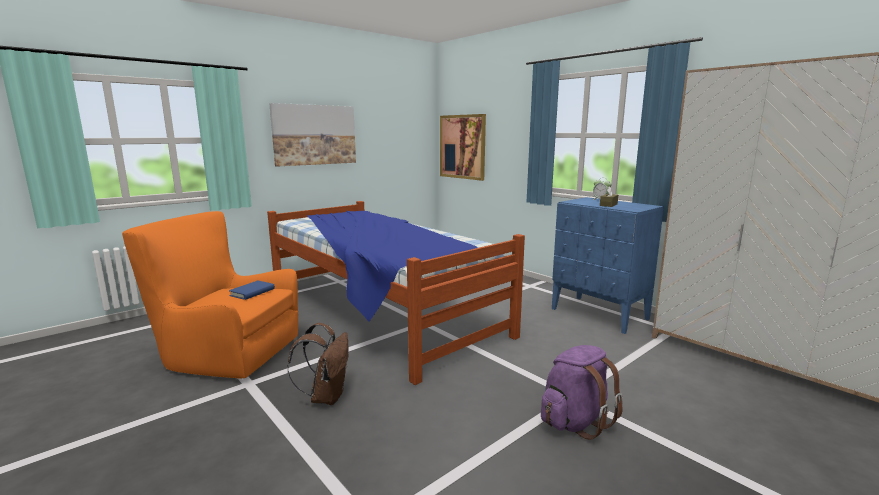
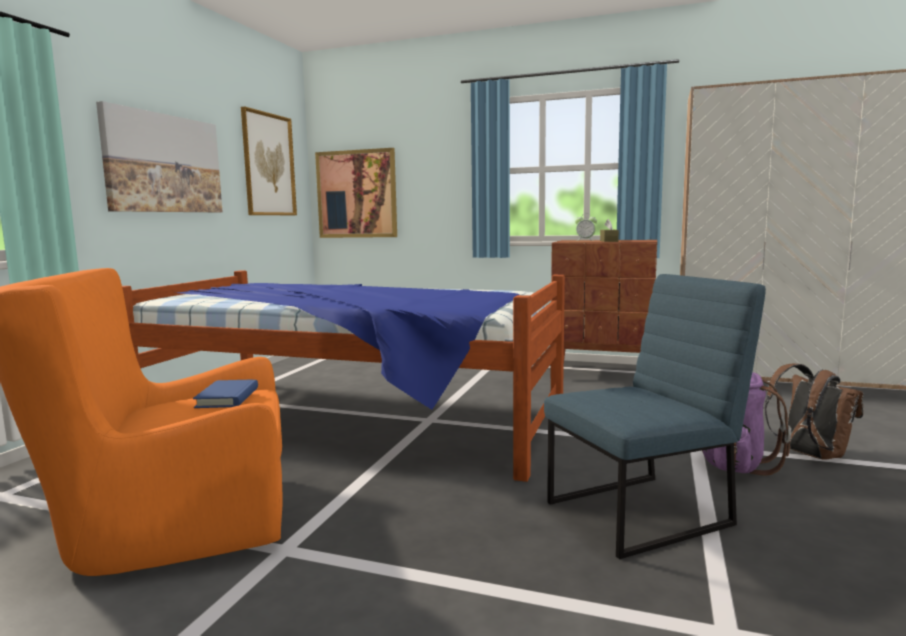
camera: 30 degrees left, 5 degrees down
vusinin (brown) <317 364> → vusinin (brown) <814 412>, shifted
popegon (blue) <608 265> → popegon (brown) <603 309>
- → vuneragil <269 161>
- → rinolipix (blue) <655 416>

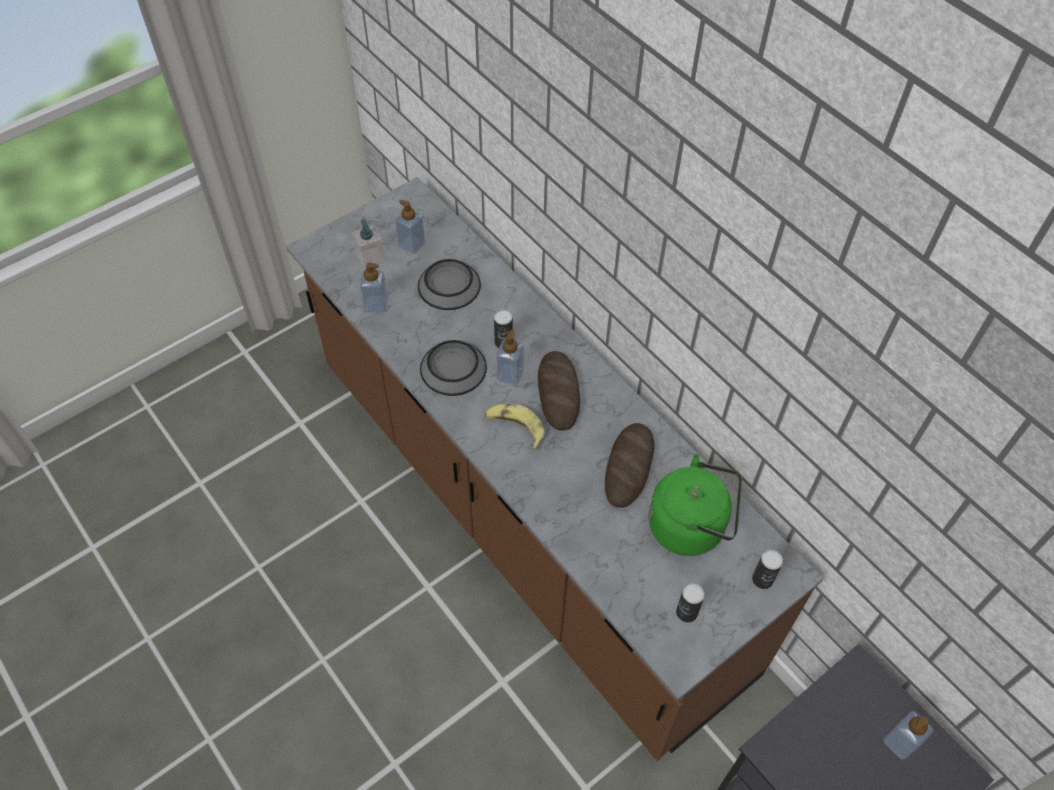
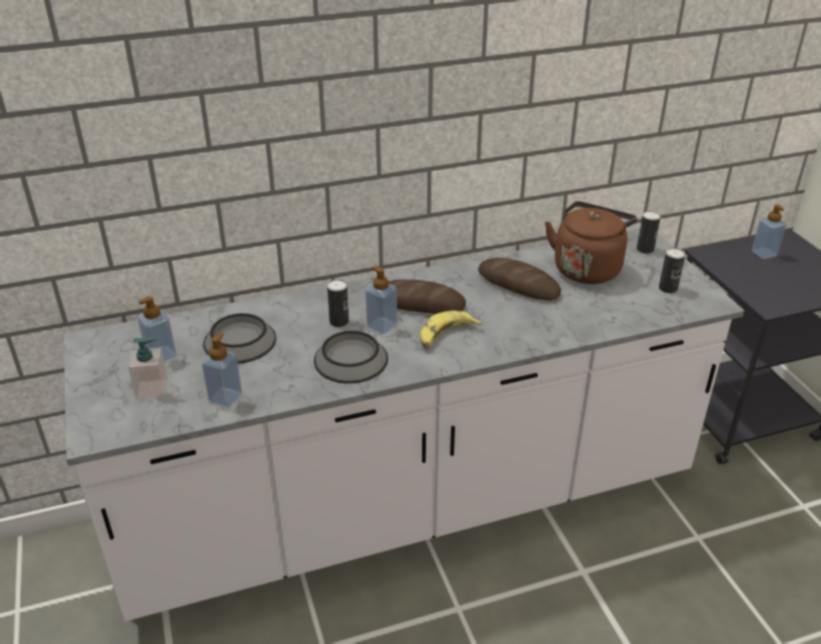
camera: 70 degrees left, 20 degrees down
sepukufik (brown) <555 469> → sepukufik (white) <404 424>
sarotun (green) <695 505> → sarotun (brown) <591 242>

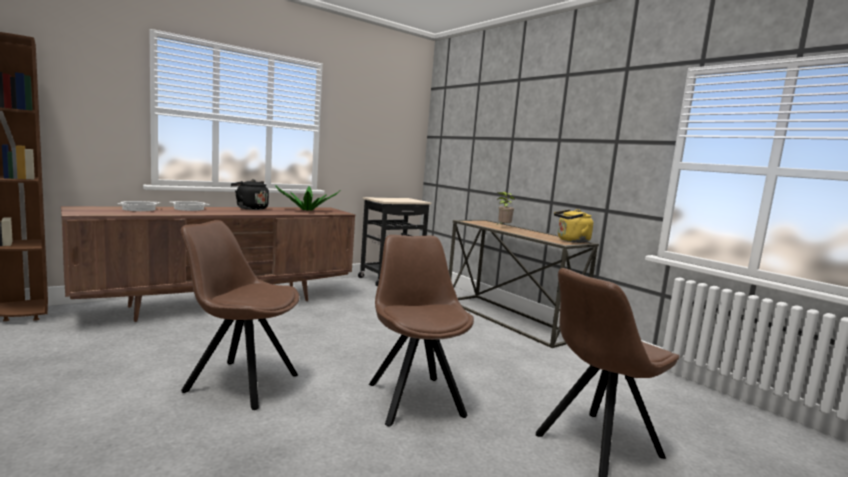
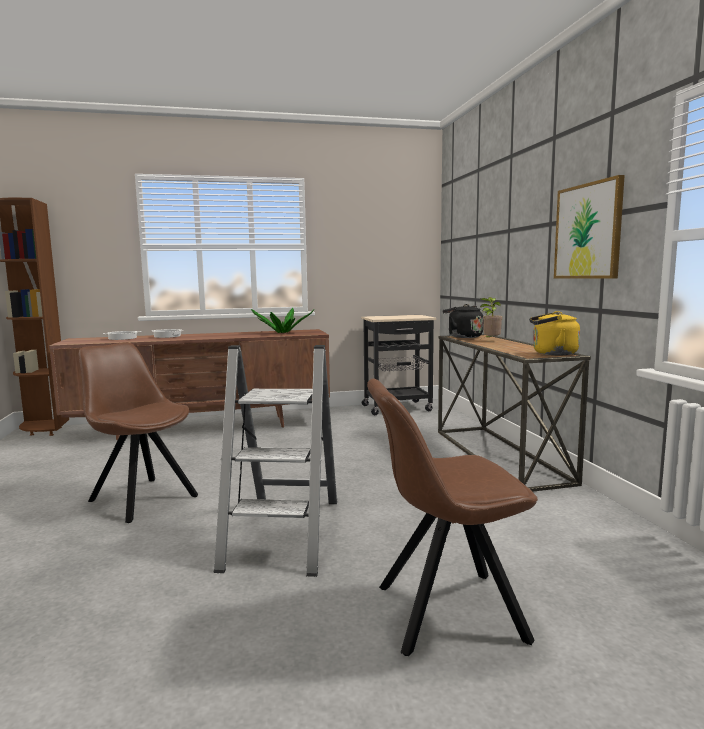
camera: 25 degrees right, 0 degrees up
sarotun (black) <250 194> → sarotun (black) <462 321>, shifted
rinolipix (brown) <421 331> → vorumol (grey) <275 461>
- → vuneragil <589 227>

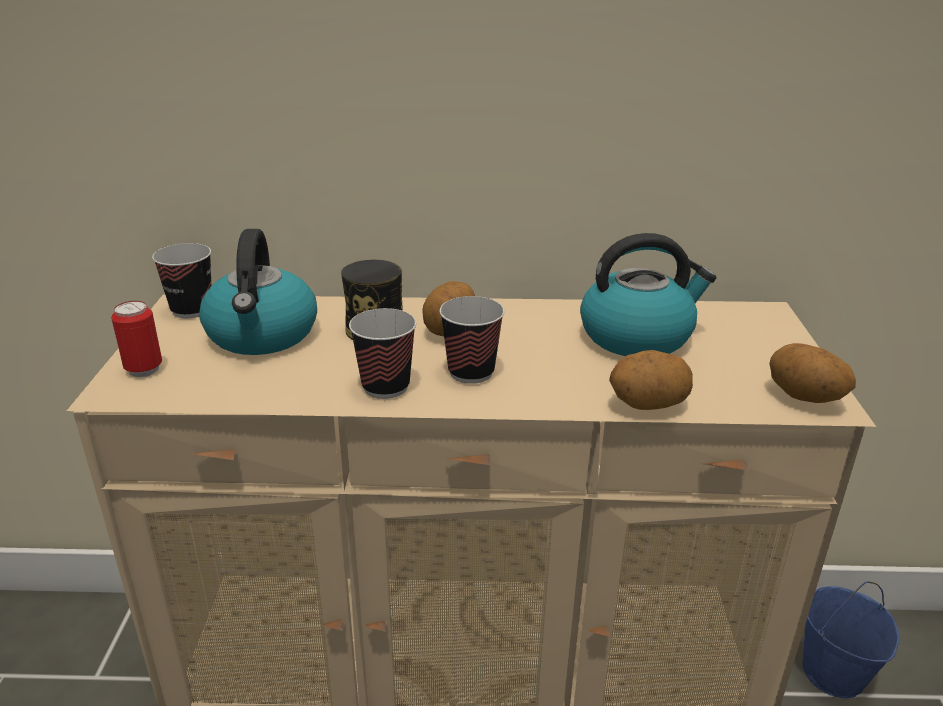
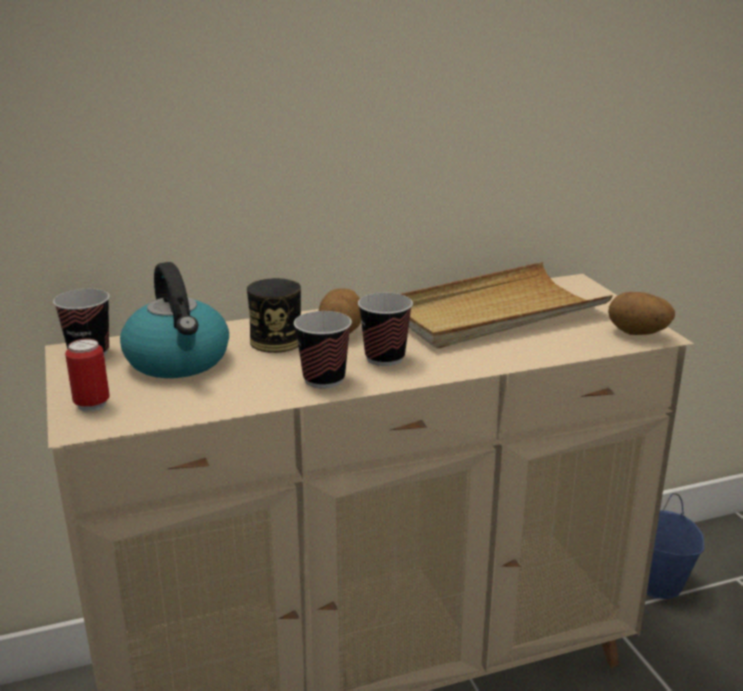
camera: 20 degrees left, 5 degrees down
sarotun <648 294> → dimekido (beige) <507 305>
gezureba <651 380> → -

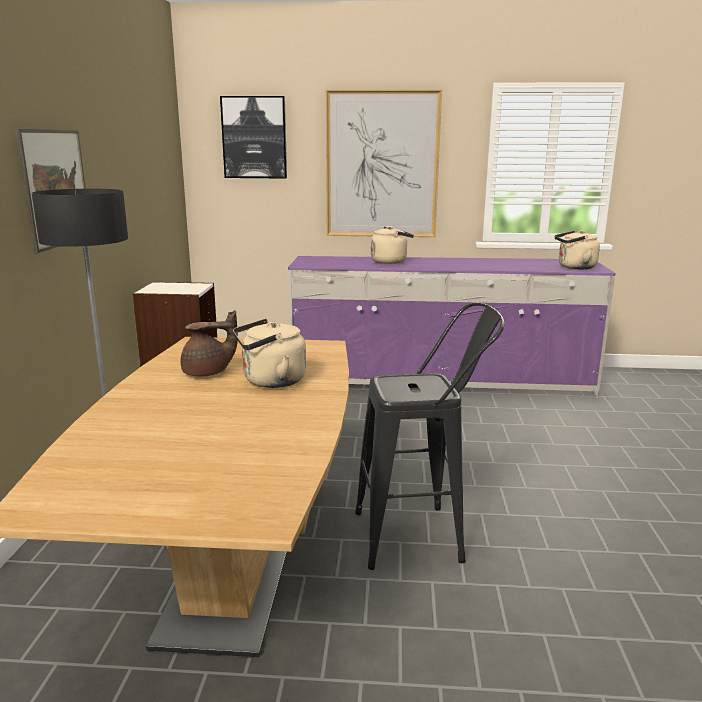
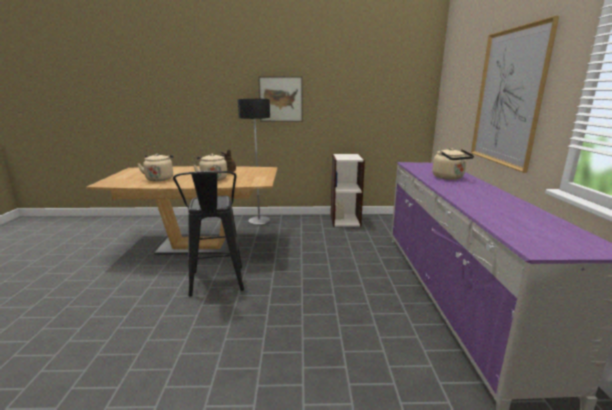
camera: 85 degrees right, 0 degrees up
vuneragil <253 137> → -
sarotun (beige) <577 249> → sarotun (beige) <155 167>, shifted

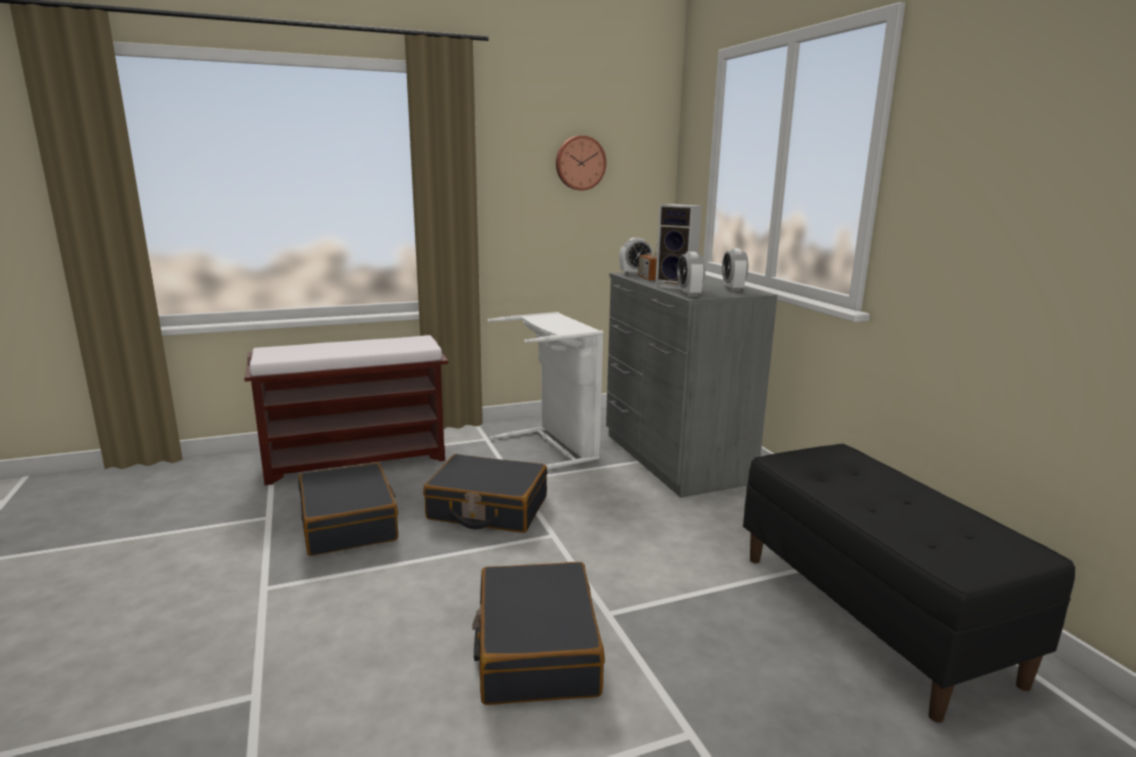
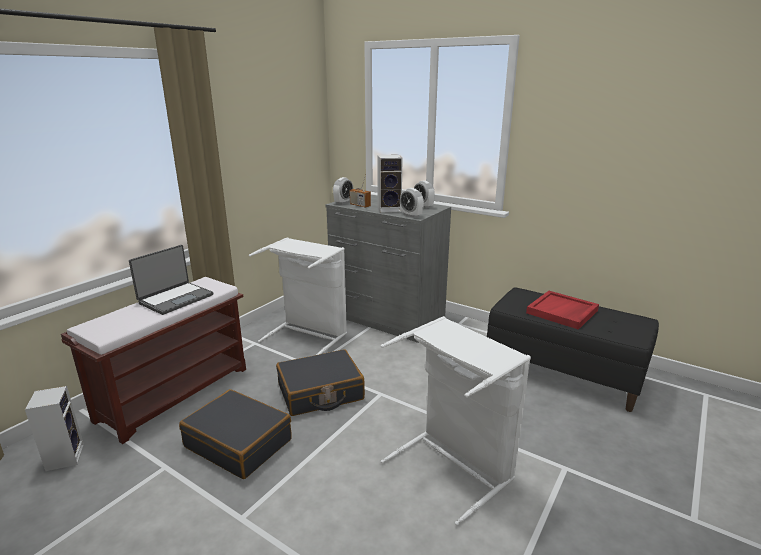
camera: 35 degrees left, 5 degrees up
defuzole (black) <538 633> → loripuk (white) <456 420>
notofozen <581 163> → -
- → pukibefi <54 428>
- → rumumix <171 280>
- → dimekido (red) <562 310>

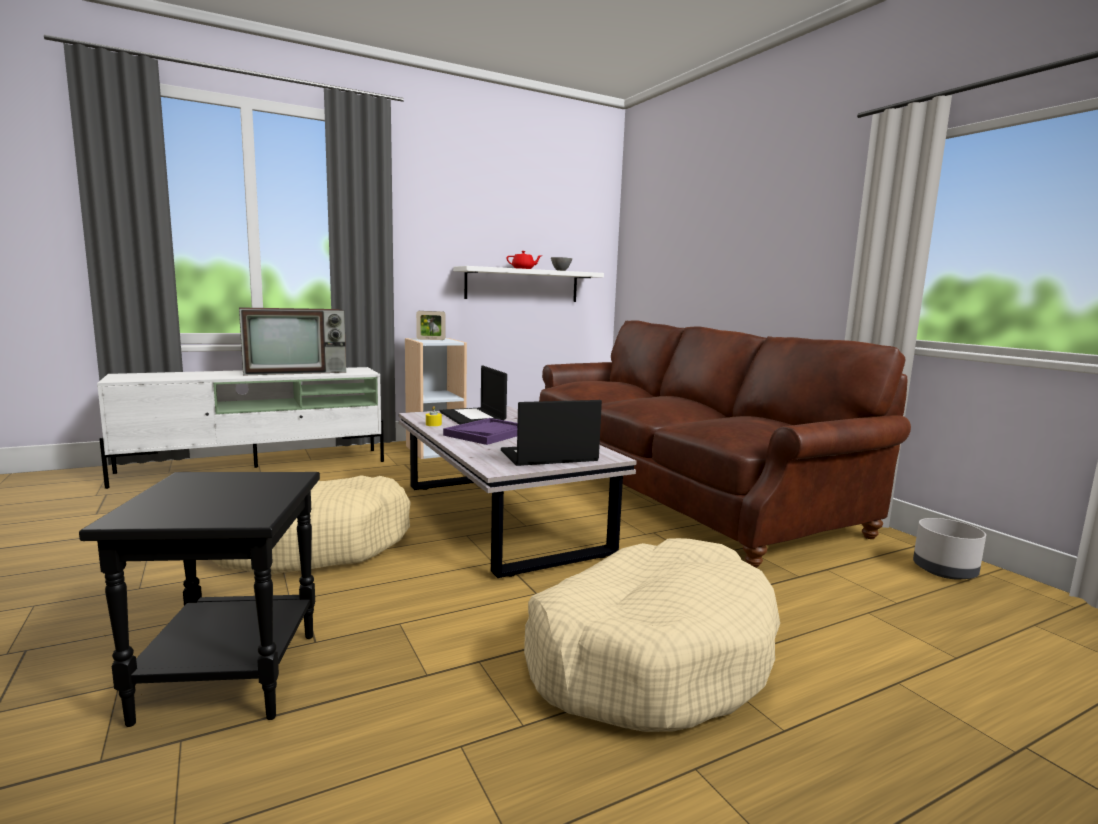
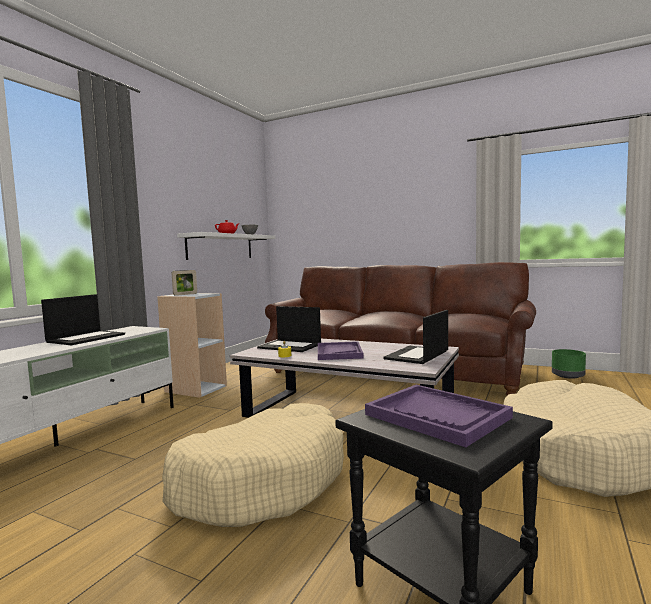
camera: 35 degrees left, 5 degrees down
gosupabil <292 341> → rumumix <83 319>
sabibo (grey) <949 549> → sabibo (green) <569 364>
- → dimekido (purple) <439 416>

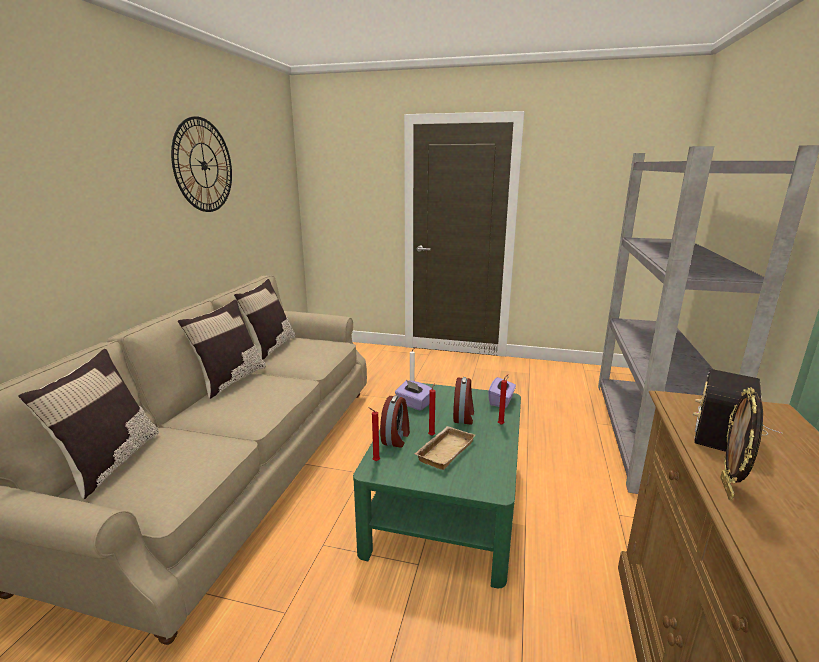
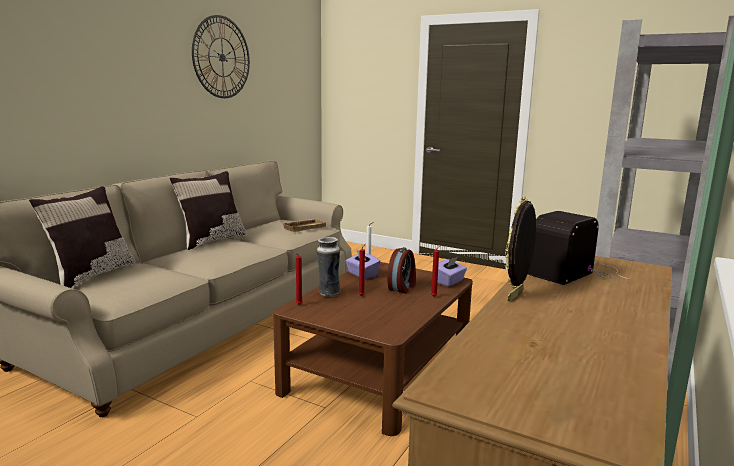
camera: 15 degrees right, 5 degrees down
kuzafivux <264 319> → -
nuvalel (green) <437 485> → nuvalel (brown) <373 349>
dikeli <395 421> → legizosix <328 267>
dimekido (beige) <444 448> → dimekido (beige) <304 225>, shifted

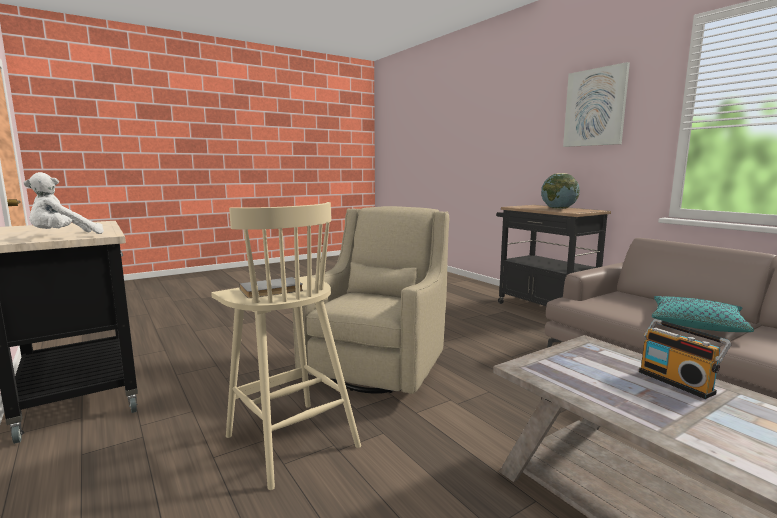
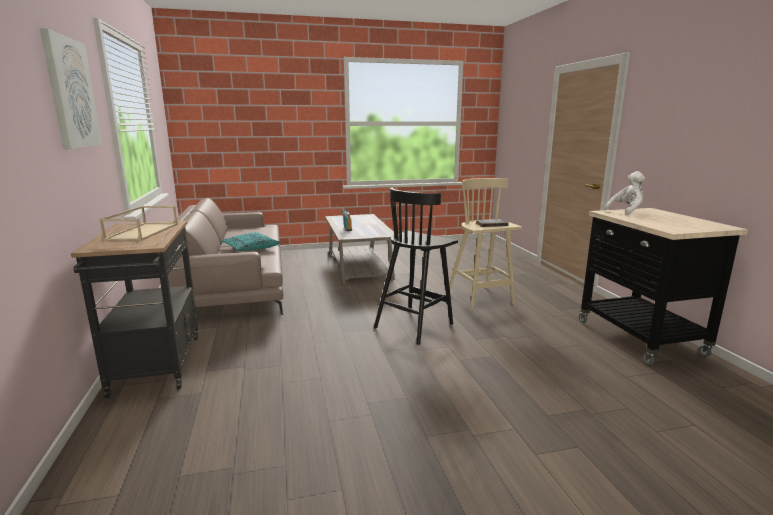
camera: 160 degrees left, 5 degrees up
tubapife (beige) <371 300> → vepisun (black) <416 266>
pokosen <560 191> → dimekido (beige) <138 223>

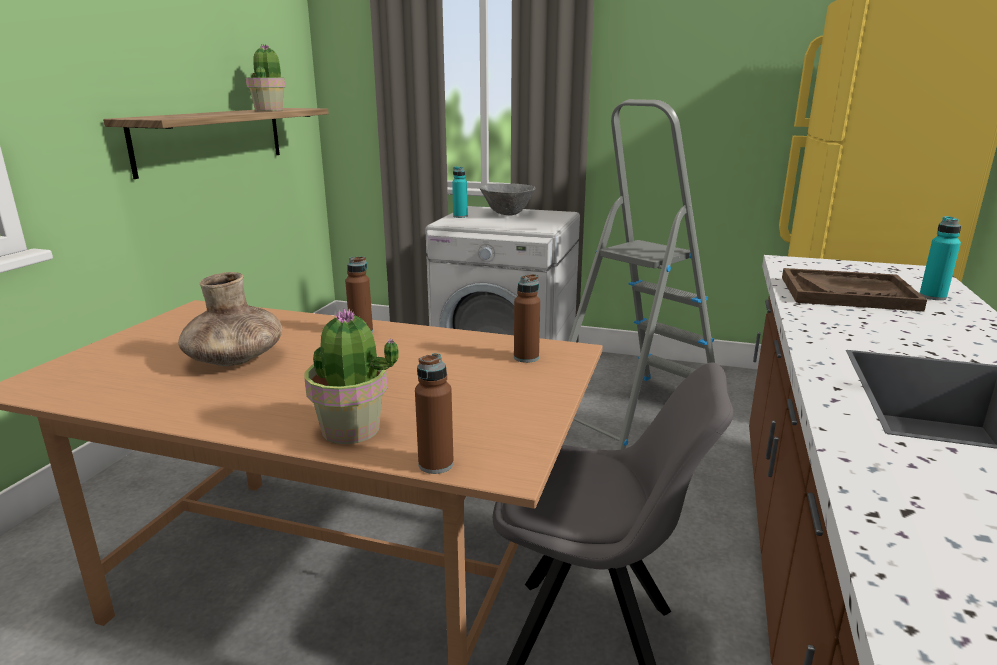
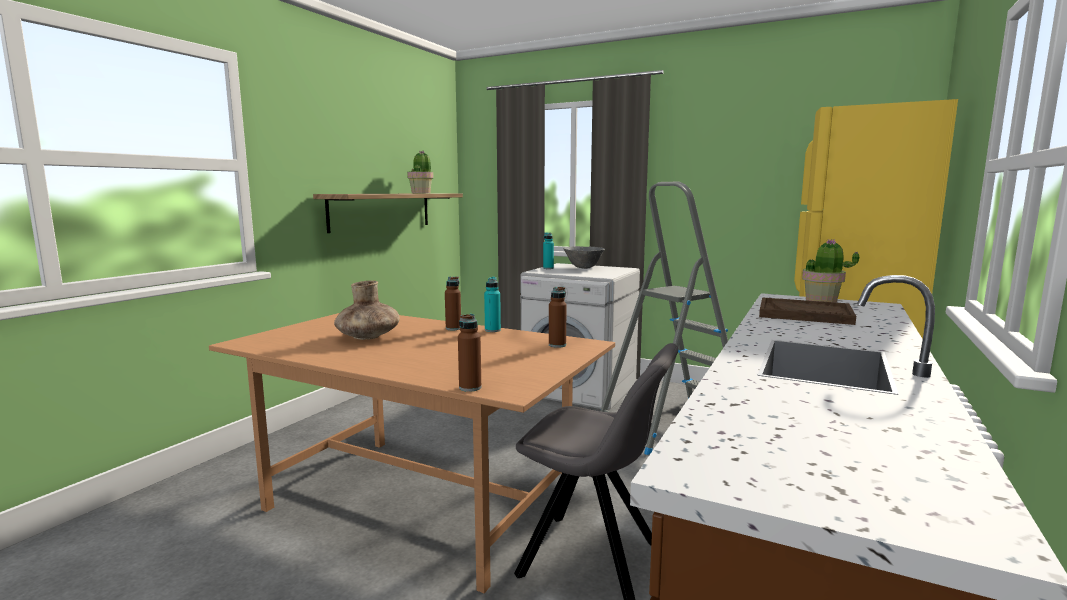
camera: 10 degrees right, 10 degrees down
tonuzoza <351 376> → tonuzoza <830 271>, shifted
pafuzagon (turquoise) <940 258> → pafuzagon (turquoise) <492 304>, shifted

